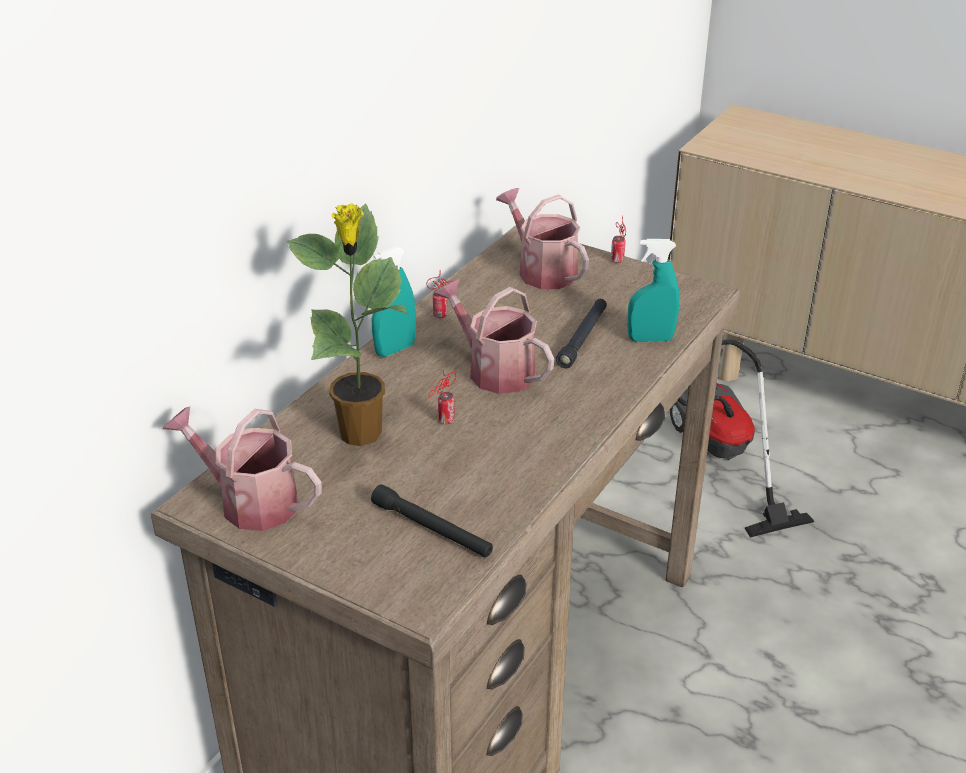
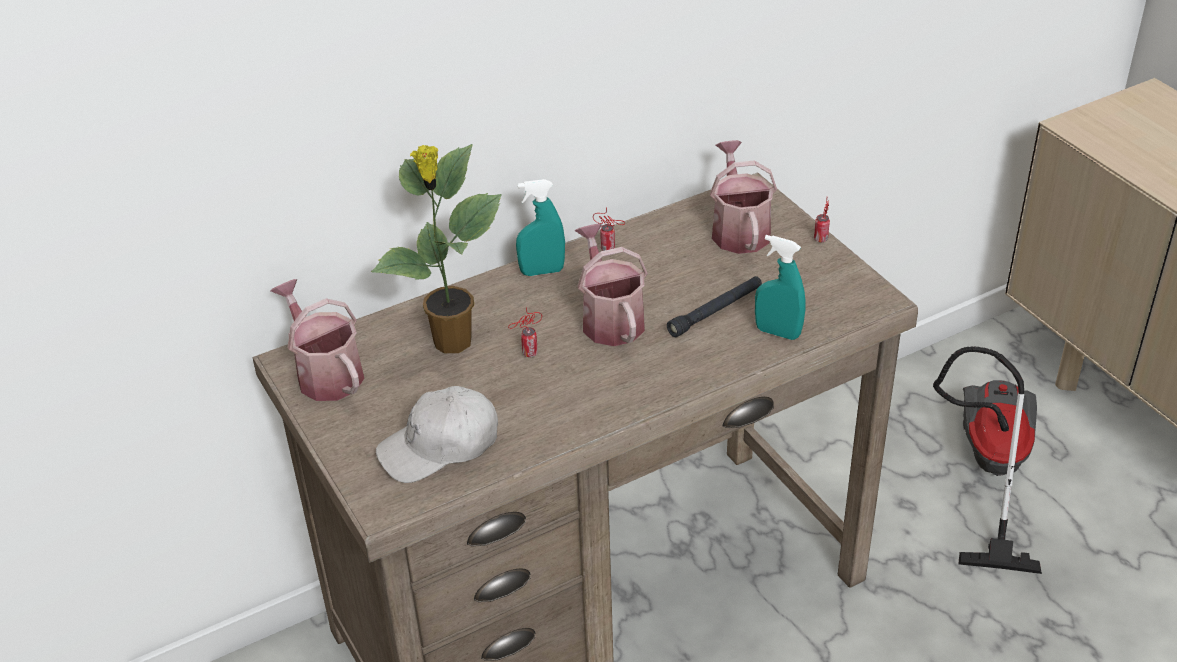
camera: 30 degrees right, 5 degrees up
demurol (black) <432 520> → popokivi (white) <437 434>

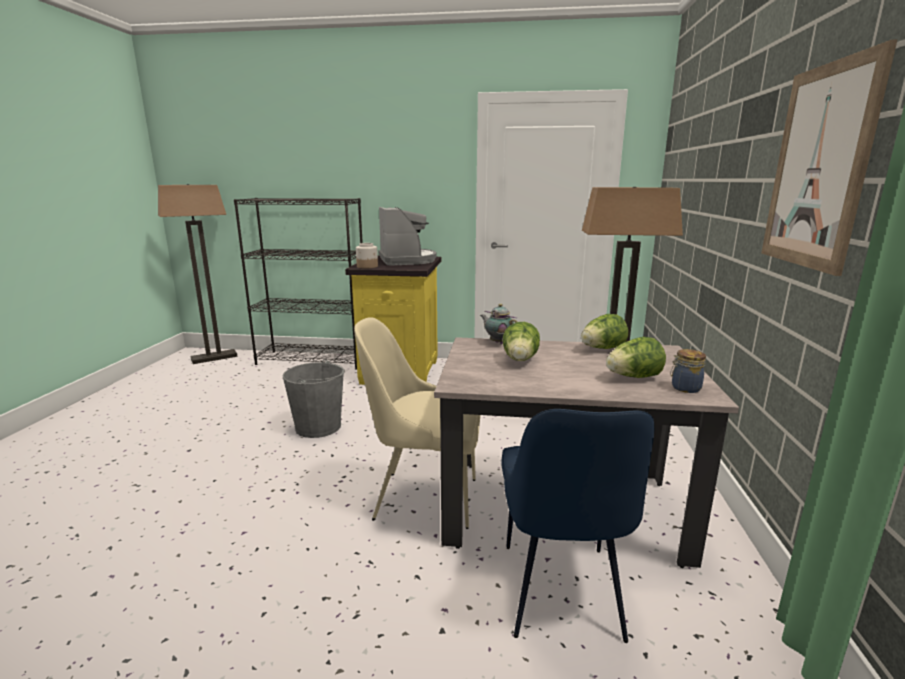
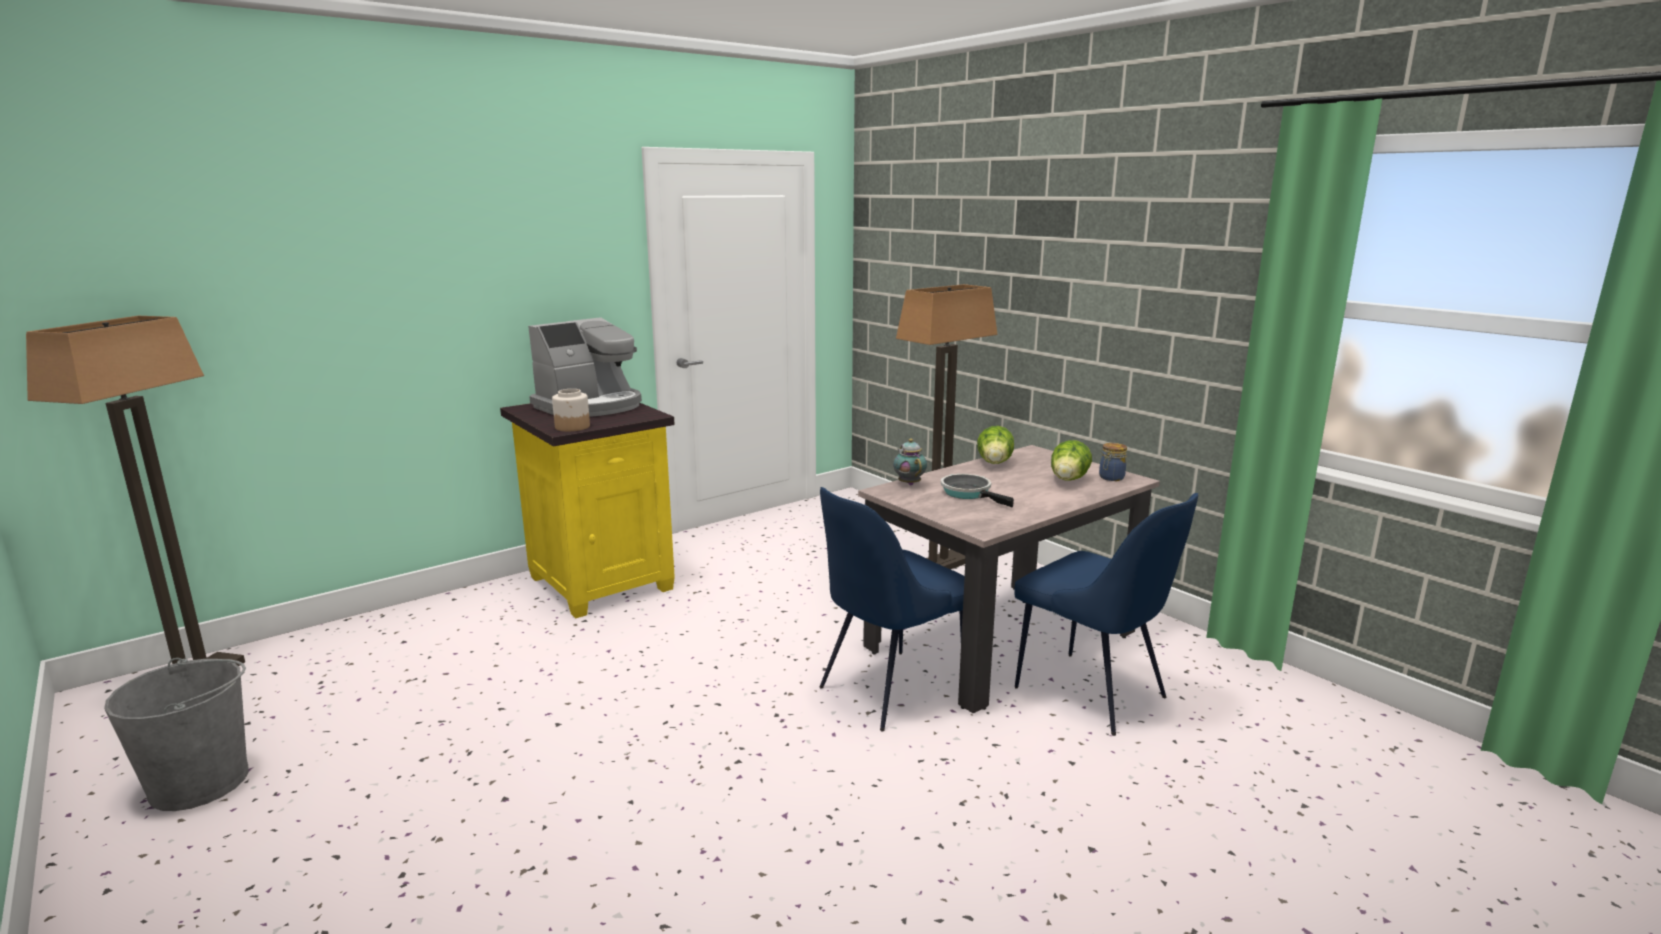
camera: 45 degrees left, 0 degrees up
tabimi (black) <298 284> → -
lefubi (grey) <314 398> → lefubi (grey) <176 734>, shifted
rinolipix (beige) <417 423> → rinolipix (blue) <892 609>
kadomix <407 236> → kadomix <585 367>, 105 degrees clockwise
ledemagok <499 324> → ledemagok <910 462>, 75 degrees clockwise
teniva <521 341> → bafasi <977 490>
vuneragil <829 157> → -

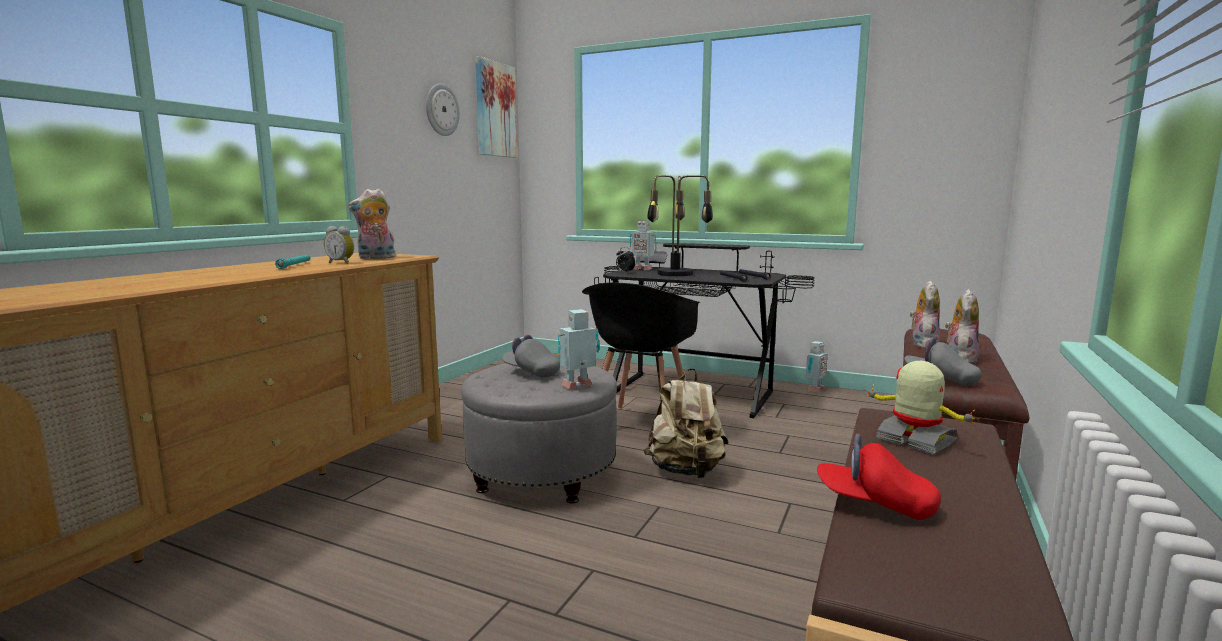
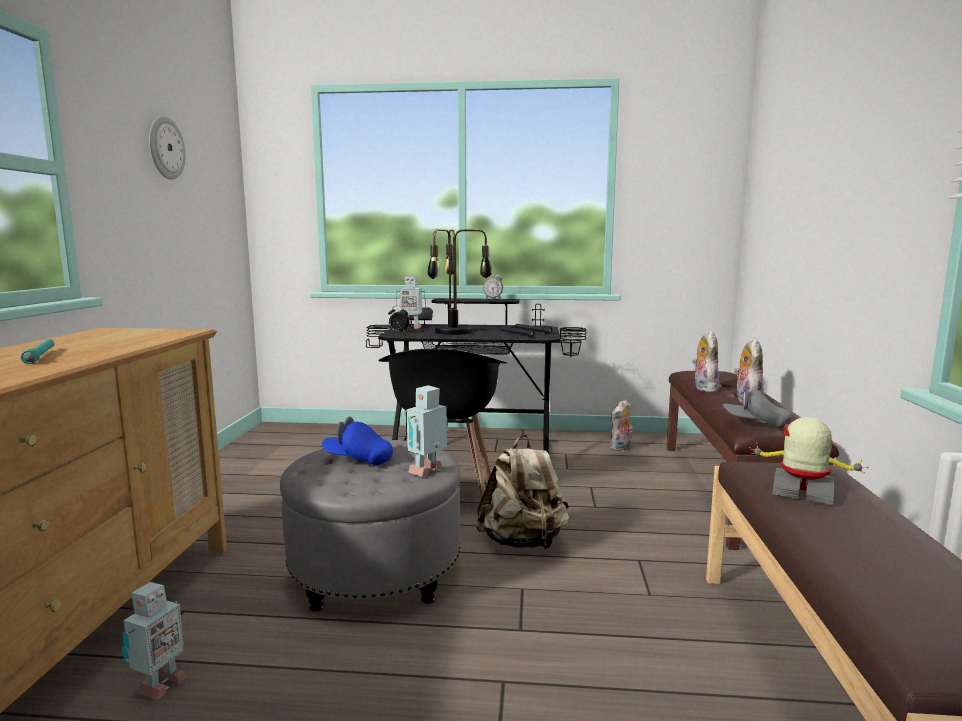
camera: 20 degrees left, 0 degrees up
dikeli <339 245> → dikeli <493 287>, shifted
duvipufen <372 223> → duvipufen <621 425>, shifted
vuneragil <496 107> → -
popokivi (grey) <531 356> → popokivi (blue) <357 441>
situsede <817 366> → situsede <154 641>, shifted
popokivi (red) <879 477> → -

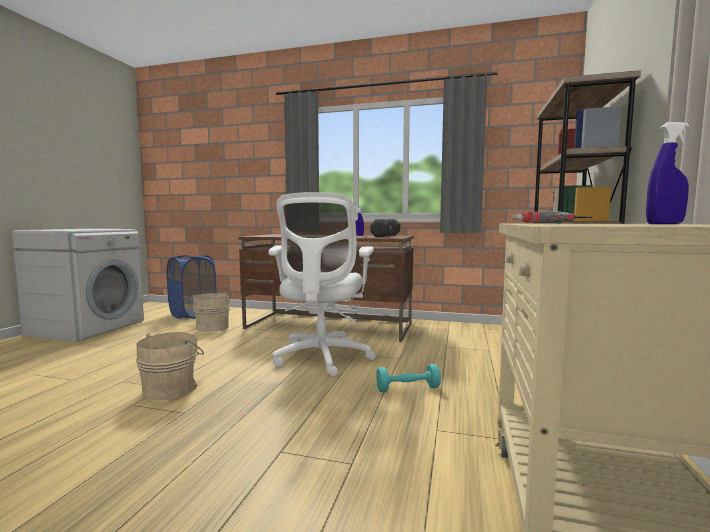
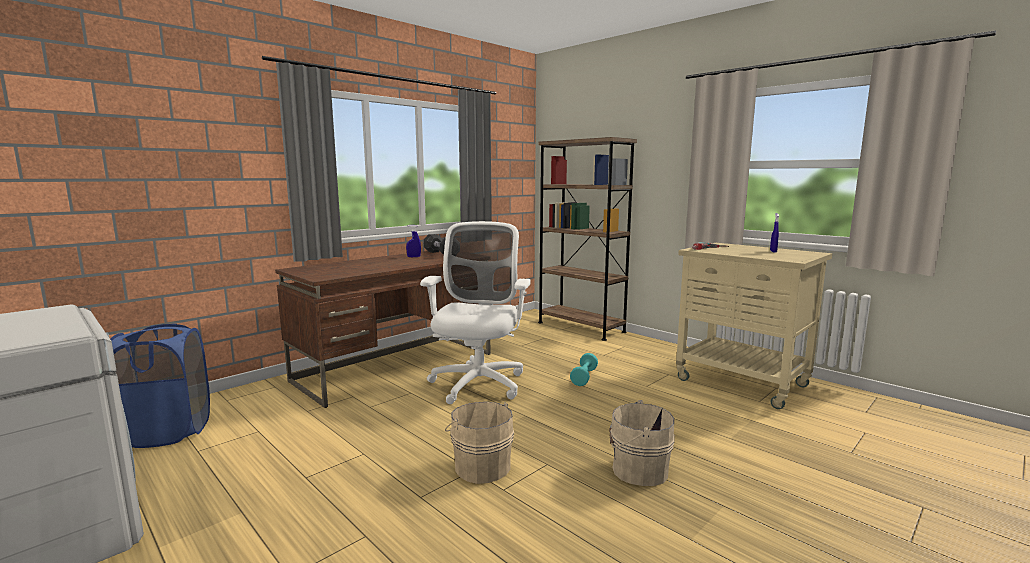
camera: 60 degrees left, 5 degrees up
lefubi (beige) <211 312> → lefubi (beige) <642 443>, shifted
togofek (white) <322 284> → togofek (white) <475 312>, 120 degrees counterclockwise

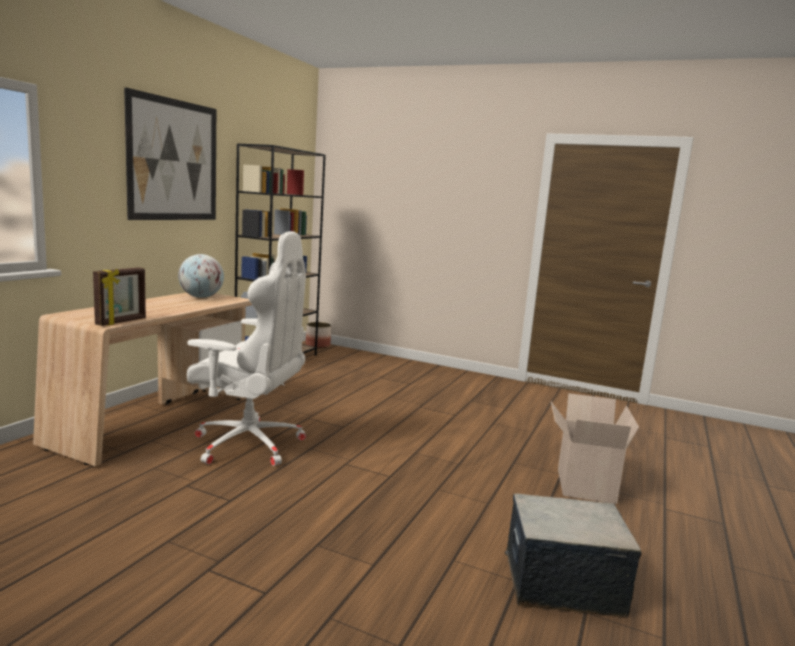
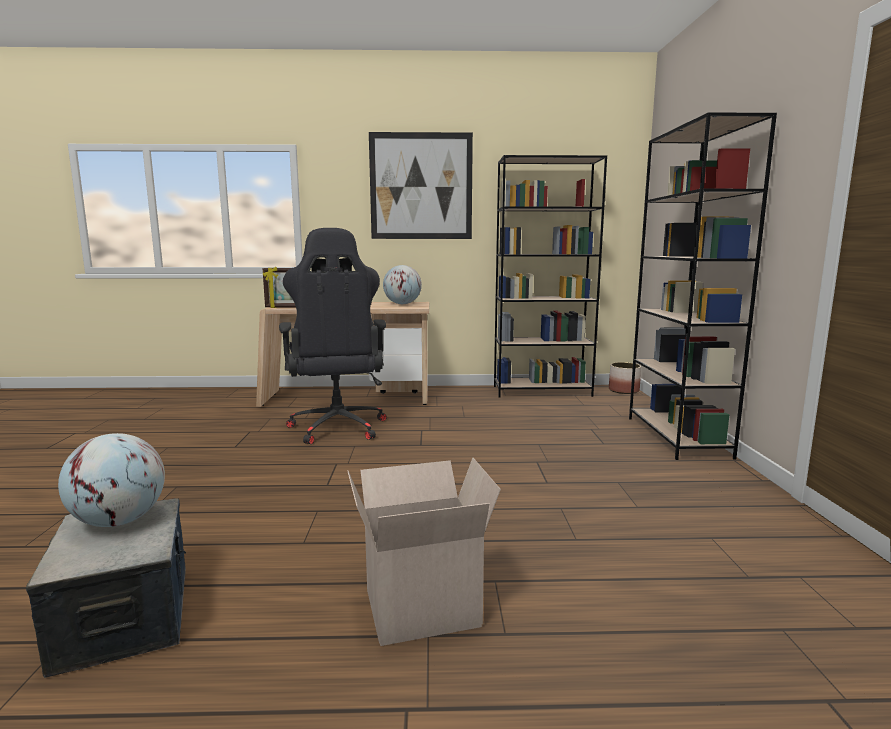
camera: 65 degrees right, 0 degrees up
togofek (white) <246 348> → togofek (black) <333 336>
- → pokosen <111 480>
- → tabimi (beige) <703 286>

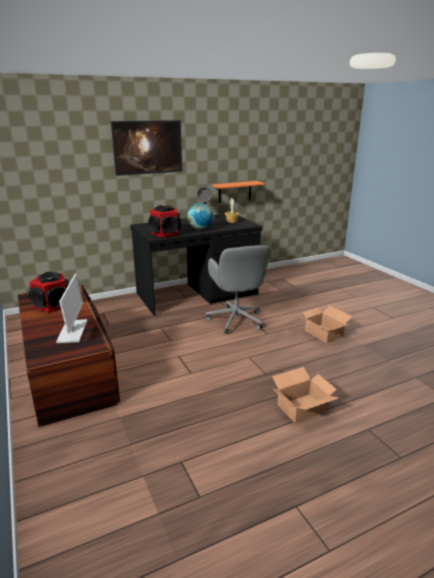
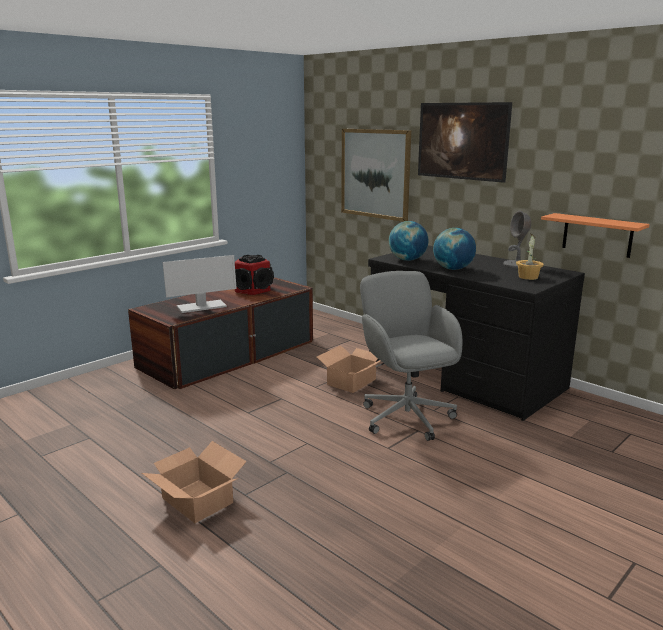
camera: 70 degrees right, 5 degrees down
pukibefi <164 221> → pokosen <408 241>
togofek (grey) <238 289> → togofek (grey) <411 356>, 105 degrees clockwise
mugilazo <326 324> → mugilazo <349 369>, shifted
- → vuneragil <376 175>

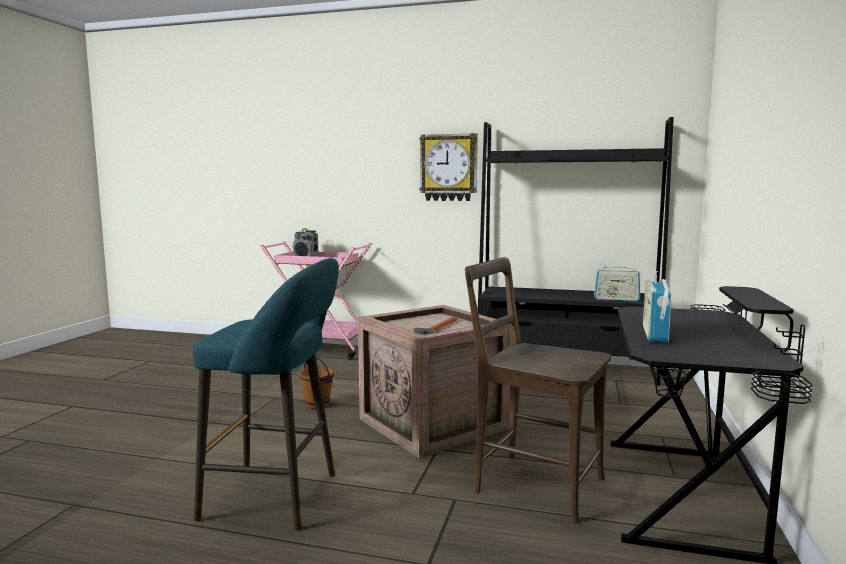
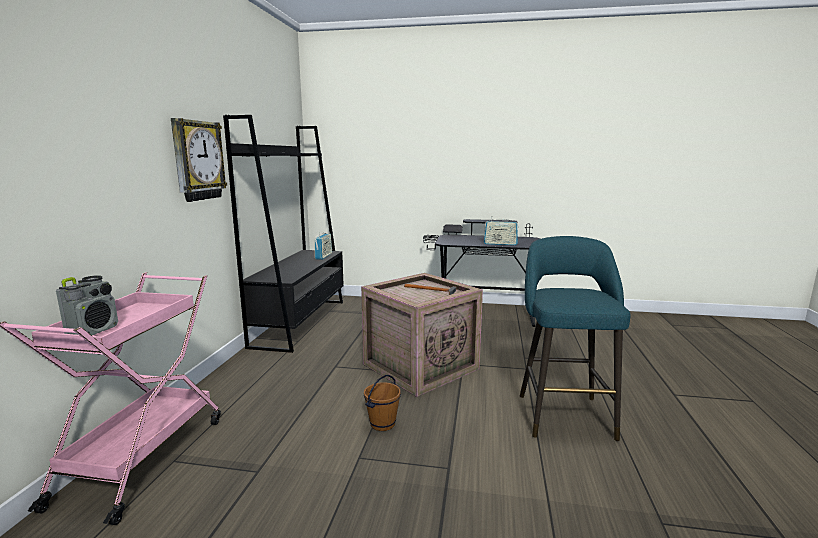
camera: 95 degrees left, 5 degrees up
rinolipix (brown) <538 390> → -

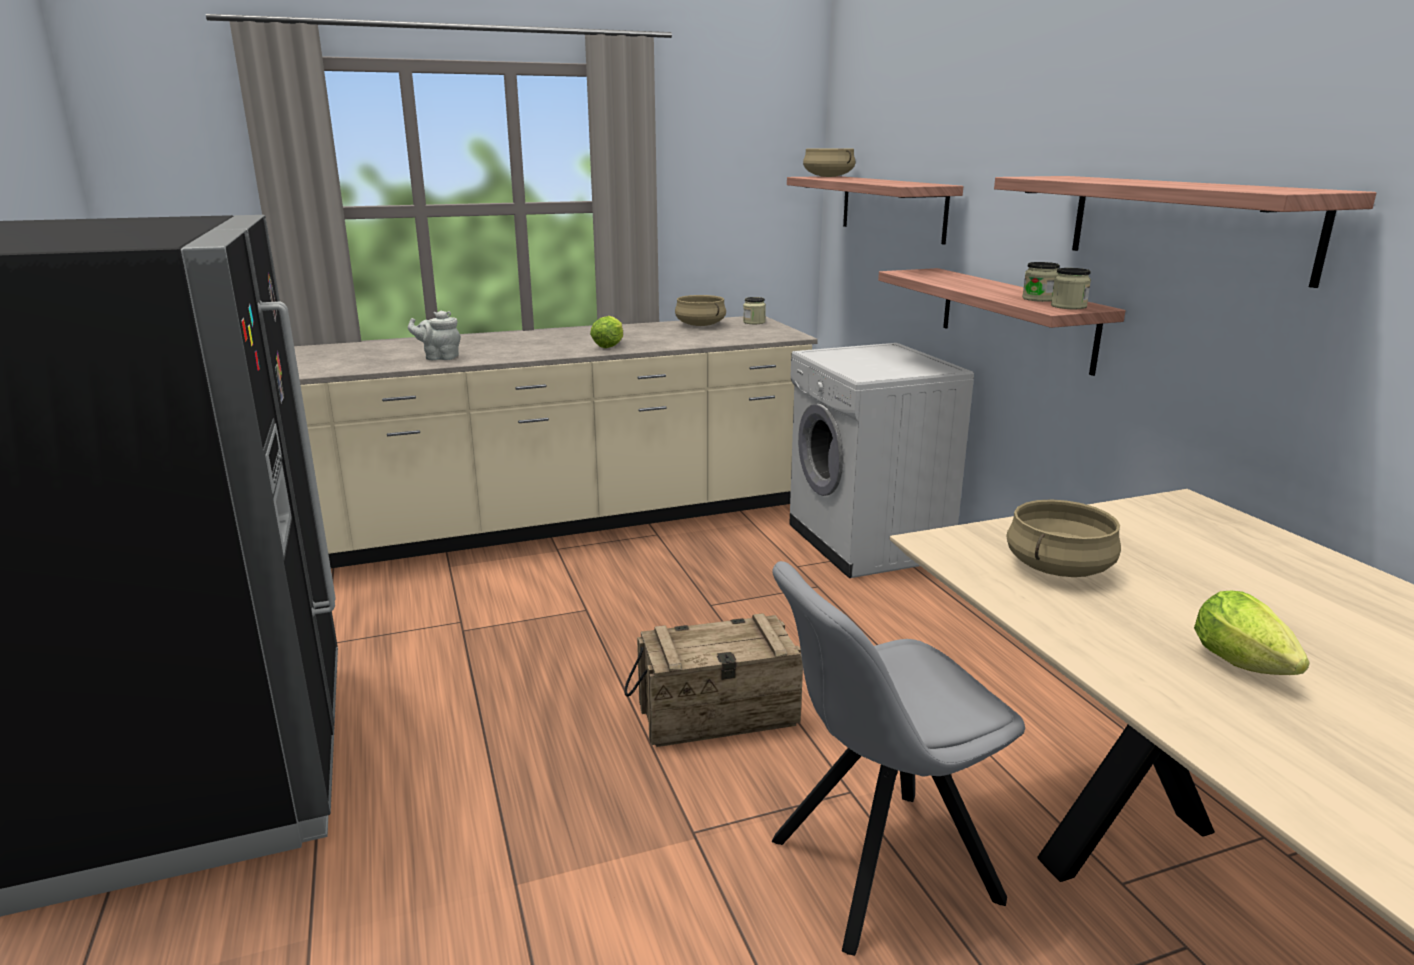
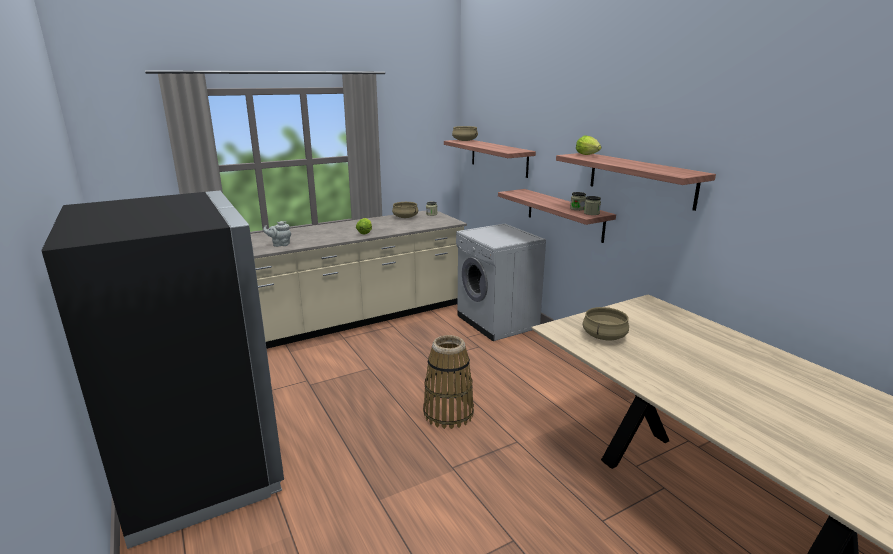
camera: 10 degrees left, 0 degrees up
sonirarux <713 680> → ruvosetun <448 382>
rinolipix (grey) <898 758> → -
teniva <1252 633> → teniva <588 145>, shifted

